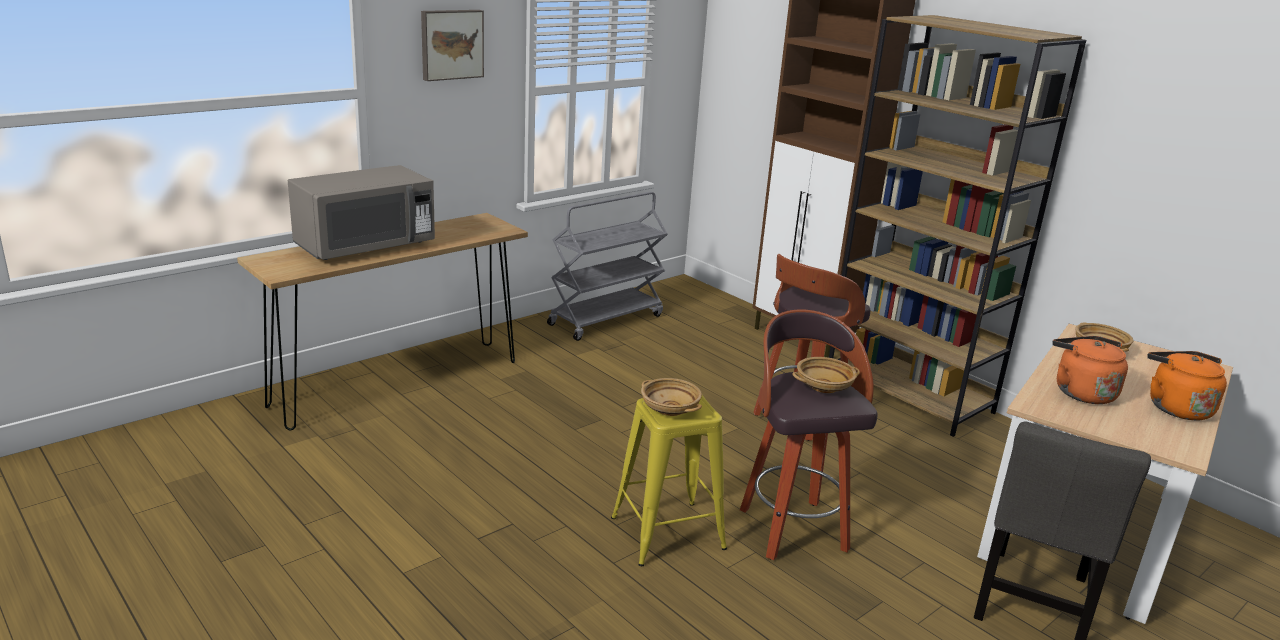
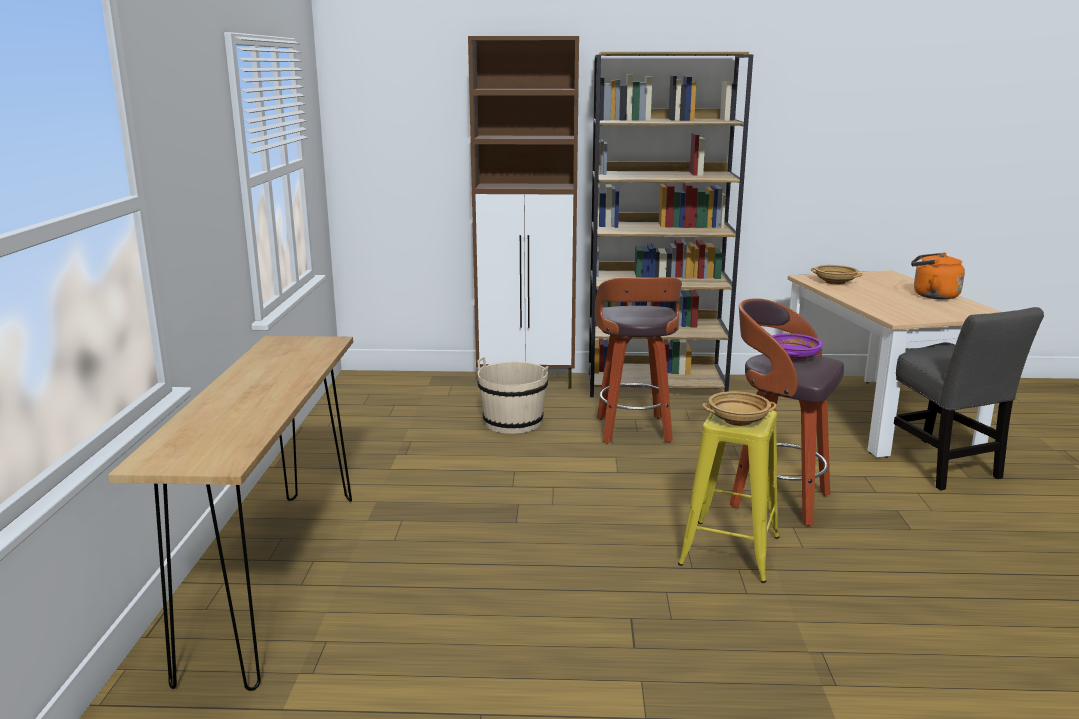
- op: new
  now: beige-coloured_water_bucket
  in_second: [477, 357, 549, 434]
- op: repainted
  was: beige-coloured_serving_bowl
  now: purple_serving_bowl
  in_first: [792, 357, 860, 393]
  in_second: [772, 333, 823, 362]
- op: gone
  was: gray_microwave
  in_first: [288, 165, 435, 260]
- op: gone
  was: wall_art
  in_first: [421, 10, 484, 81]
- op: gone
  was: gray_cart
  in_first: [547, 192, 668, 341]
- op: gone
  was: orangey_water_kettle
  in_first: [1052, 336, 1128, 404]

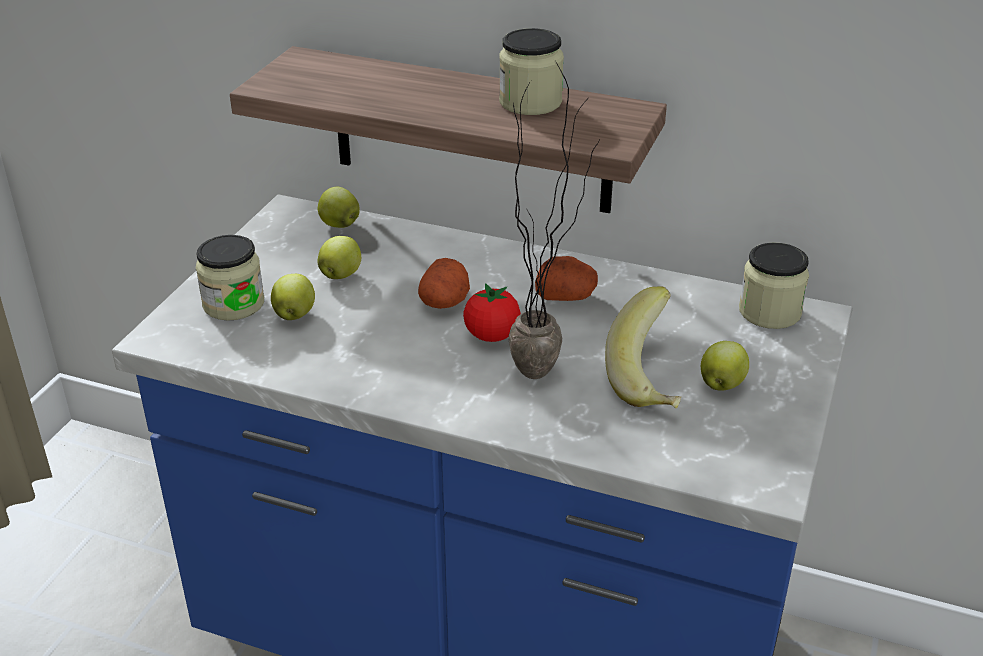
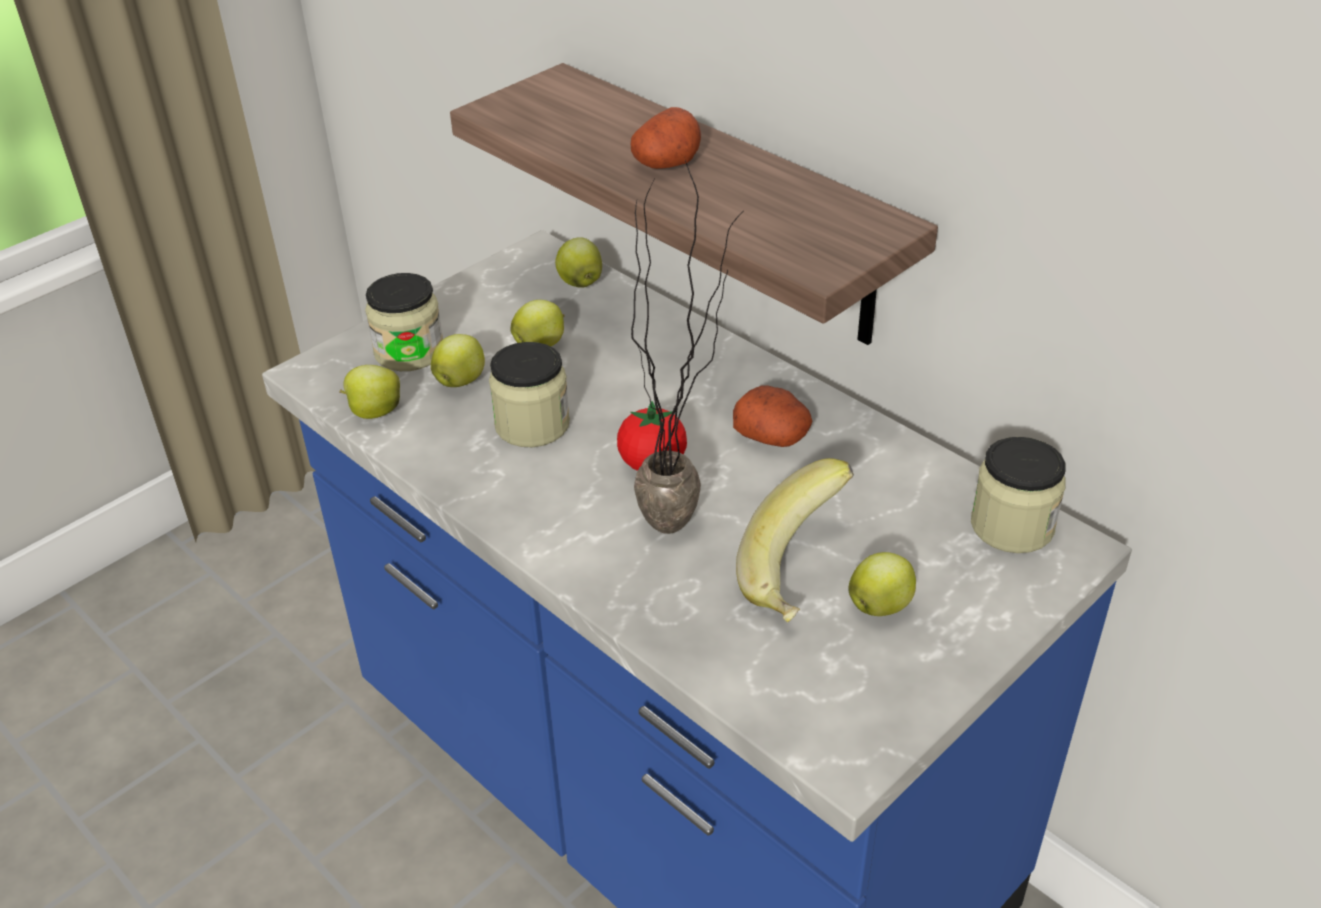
- op: new
  now: apple_fruit
  in_second: [339, 365, 400, 419]
- op: shifted
  was: preserve_jar
  in_first: [499, 28, 564, 115]
  in_second: [489, 342, 570, 447]
- op: shifted
  was: spud
  in_first: [418, 258, 470, 309]
  in_second: [631, 107, 701, 169]

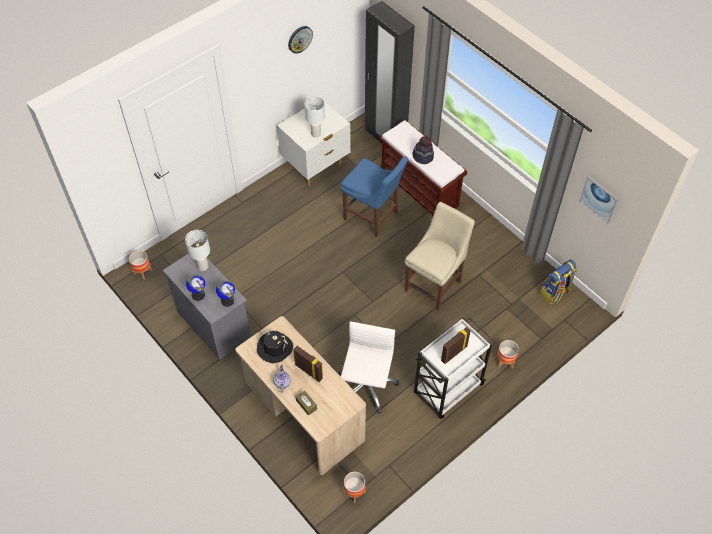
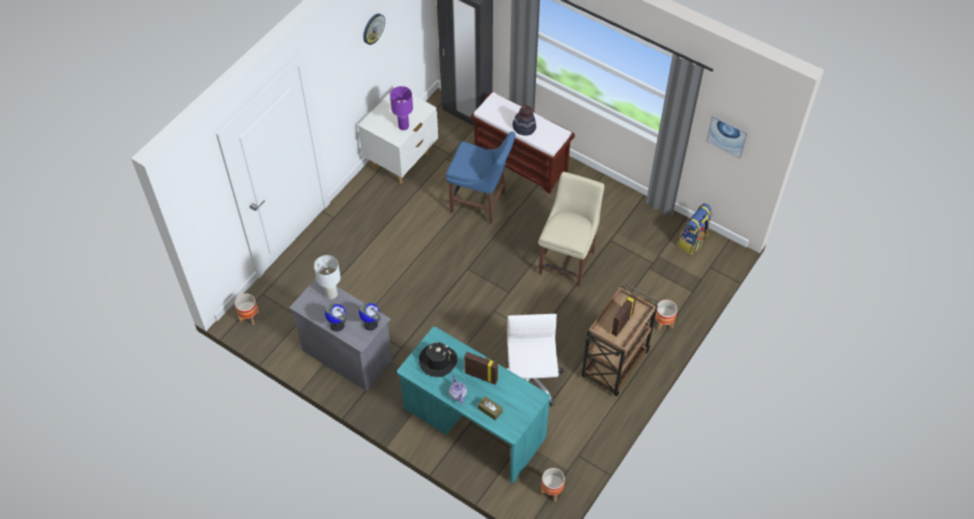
- op: repainted
  was: white-coloured_tabletop_lamp
  now: purple_tabletop_lamp
  in_first: [304, 96, 325, 138]
  in_second: [390, 86, 413, 130]
- op: repainted
  was: beige-coloured_desk_unit
  now: blue-green_desk_unit
  in_first: [235, 316, 366, 475]
  in_second: [397, 327, 550, 483]
- op: repainted
  was: white-coloured_cart
  now: brownish_cart
  in_first: [414, 317, 494, 419]
  in_second: [581, 284, 658, 396]

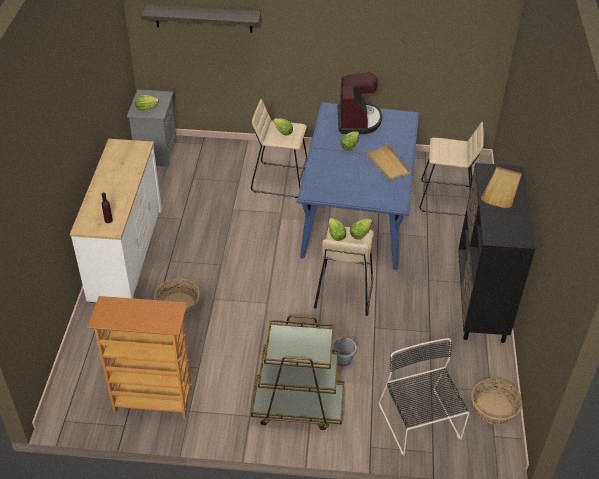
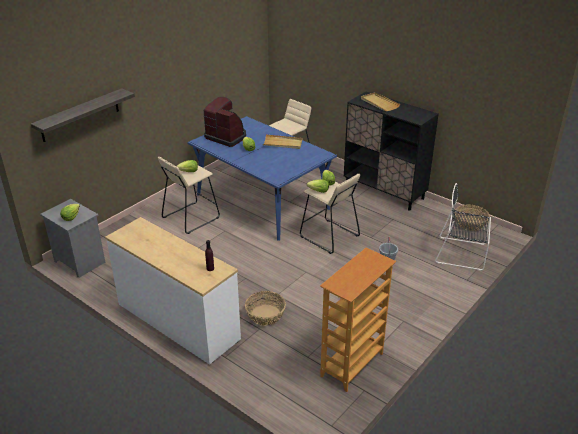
- op: gone
  was: brownish_cart
  in_first: [251, 315, 344, 430]

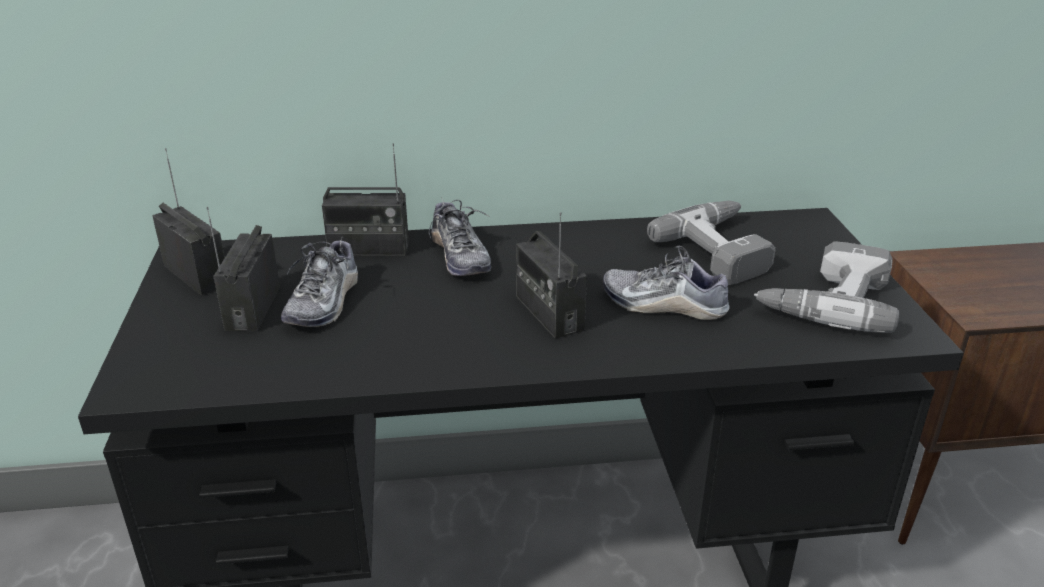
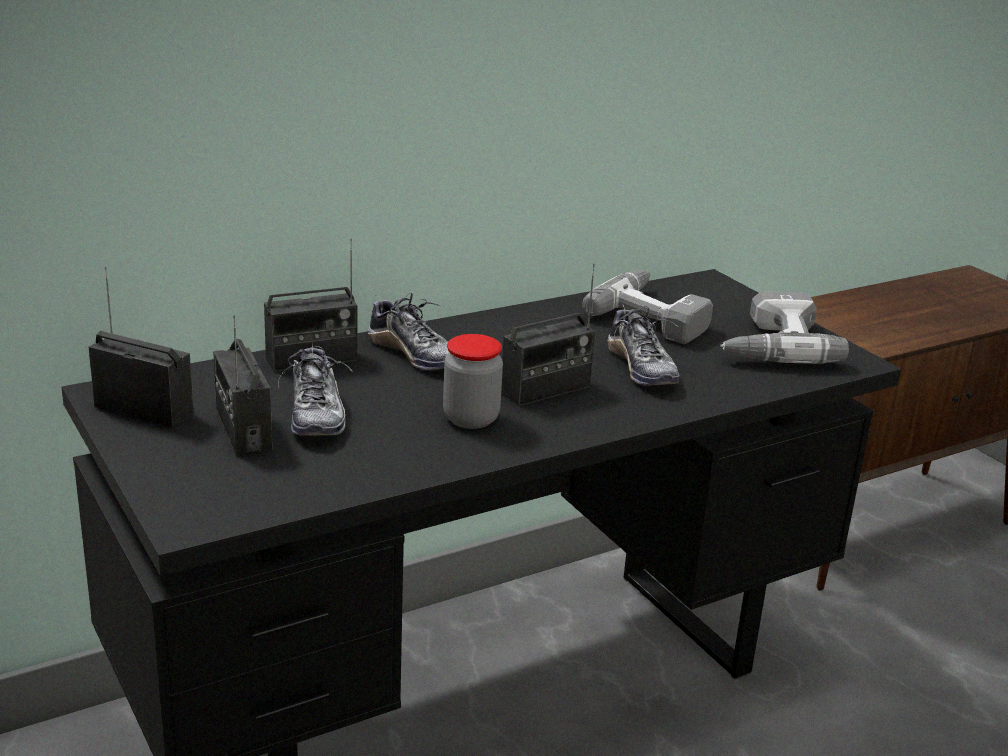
- op: new
  now: preserve_jar
  in_second: [443, 334, 503, 429]
- op: rotated
  was: radio
  in_first: [516, 212, 587, 339]
  in_second: [501, 264, 595, 406]
  clockwise: -75
- op: rotated
  was: shoe
  in_first: [603, 246, 730, 320]
  in_second: [607, 304, 679, 385]
  clockwise: -105

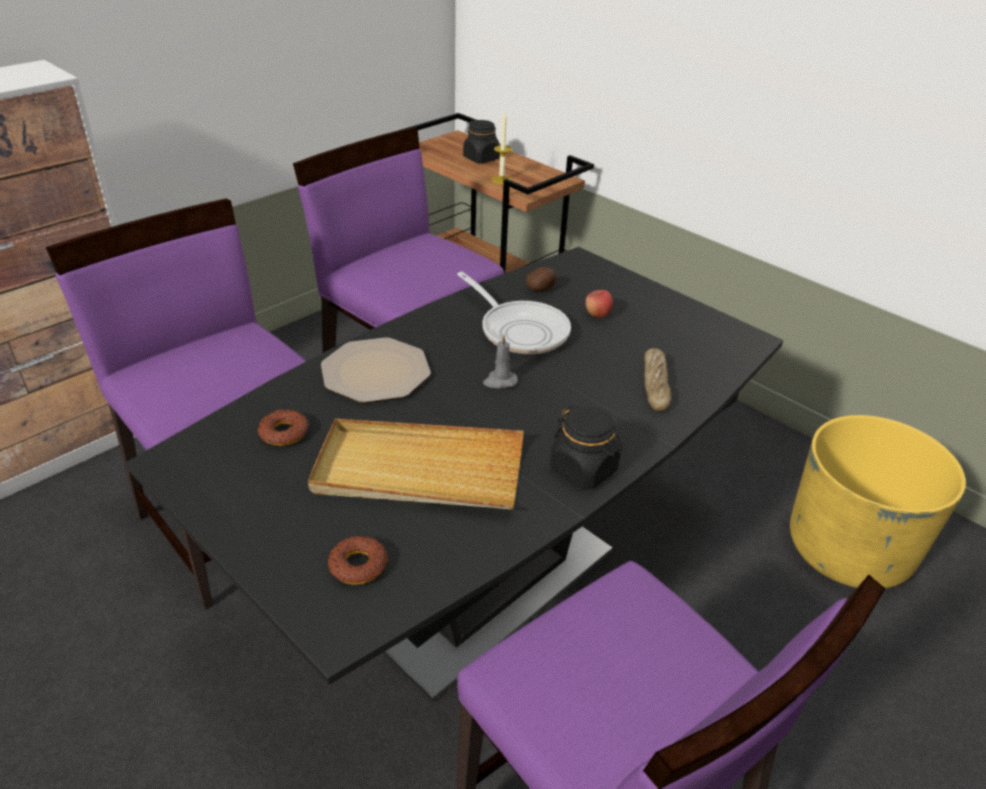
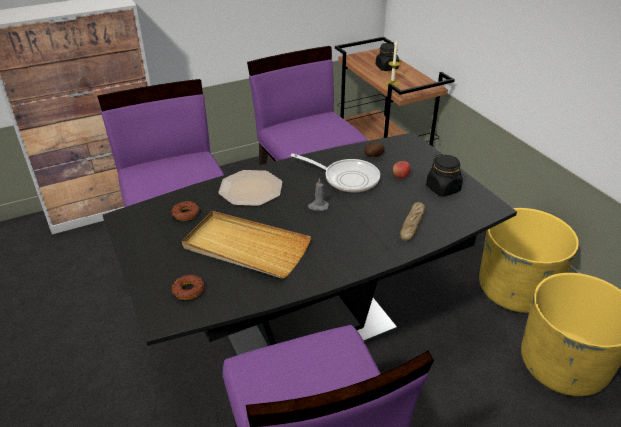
- op: rotated
  was: frying_pan
  in_first: [457, 272, 571, 354]
  in_second: [291, 153, 380, 193]
  clockwise: -45
- op: shifted
  was: black-coloured_preserve_jar
  in_first: [550, 405, 622, 490]
  in_second: [426, 154, 463, 197]
- op: new
  now: yellow-coloured_planter
  in_second: [479, 208, 579, 313]

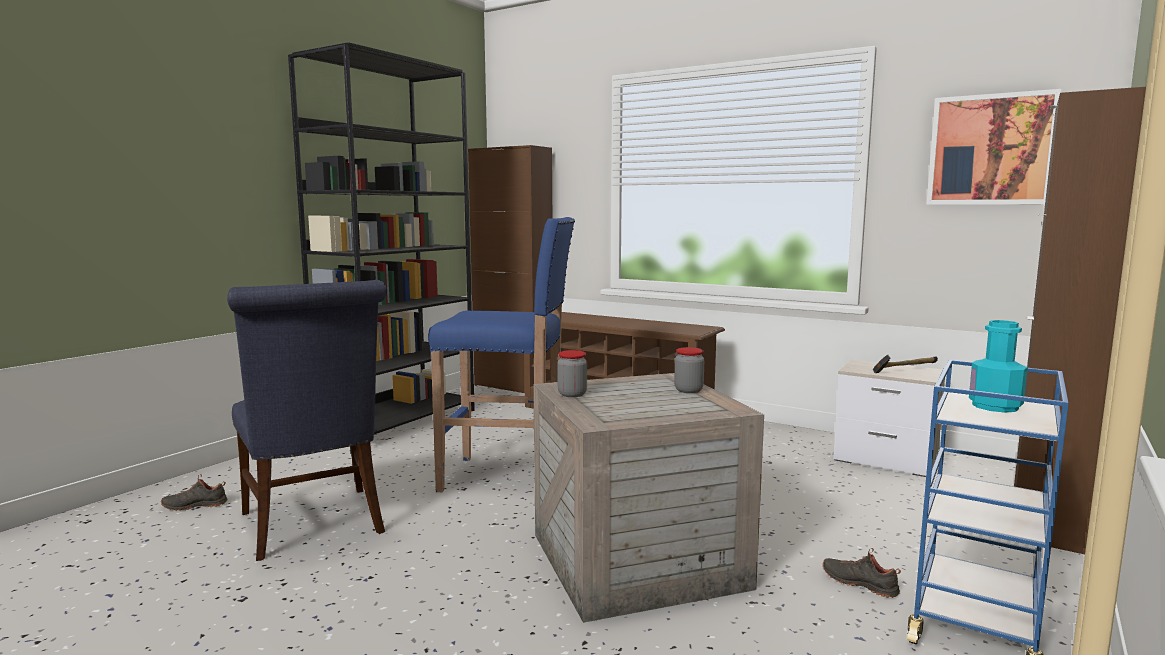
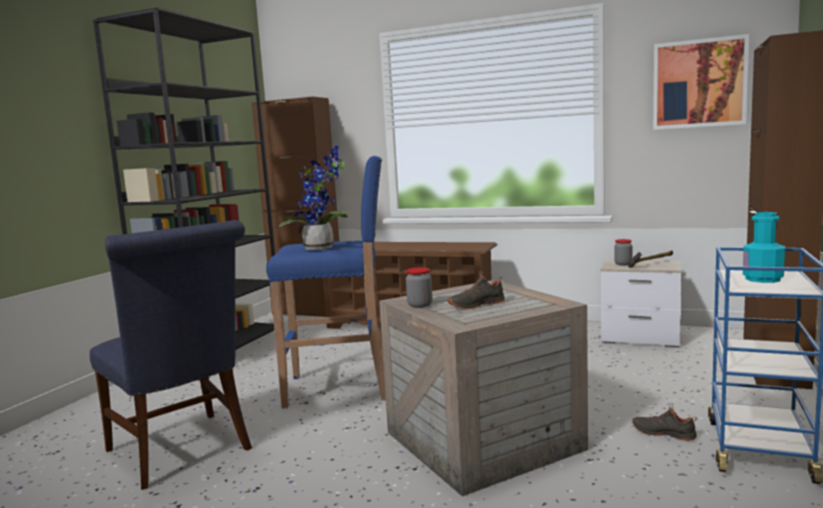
- op: new
  now: plant_in_a_pot
  in_second: [279, 145, 348, 250]
- op: shifted
  was: black-coloured_shoe
  in_first: [161, 474, 227, 511]
  in_second: [448, 271, 505, 309]
- op: shifted
  was: preserve_jar
  in_first: [674, 347, 704, 393]
  in_second: [614, 239, 632, 266]

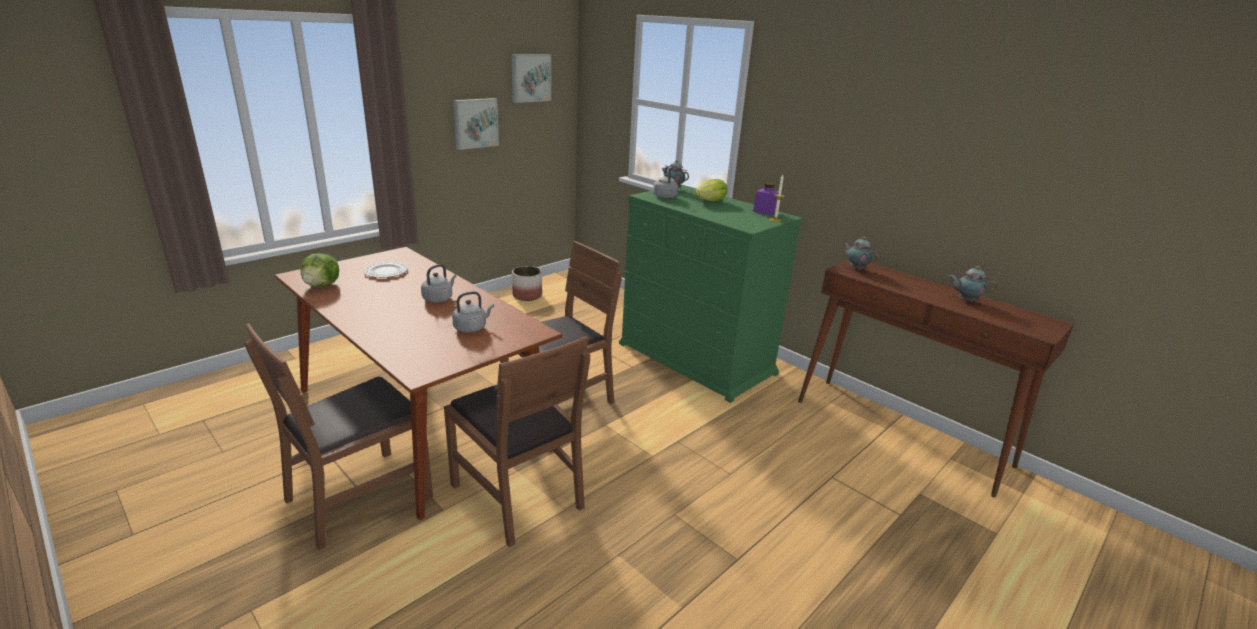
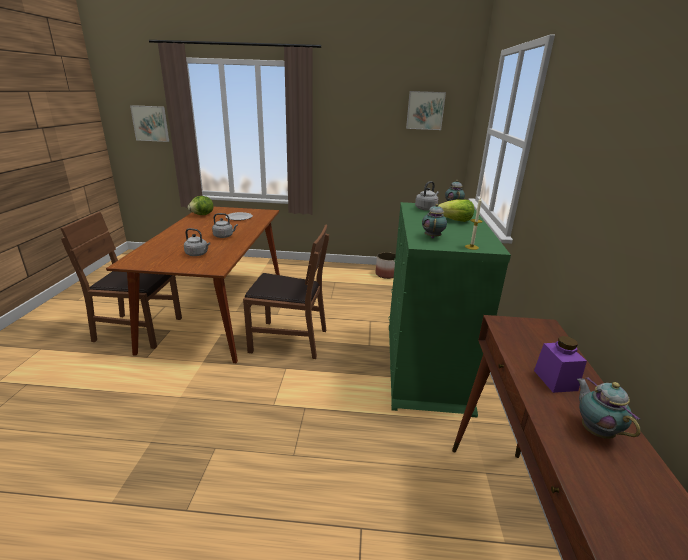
- op: shifted
  was: wall_art
  in_first: [453, 98, 499, 150]
  in_second: [130, 105, 169, 142]
- op: shifted
  was: teapot
  in_first: [844, 237, 878, 270]
  in_second: [422, 204, 447, 238]
- op: shifted
  was: purple_preserve_jar
  in_first: [753, 183, 779, 216]
  in_second: [534, 336, 587, 393]
- op: gone
  was: brownish_plain_chair
  in_first: [444, 336, 590, 547]

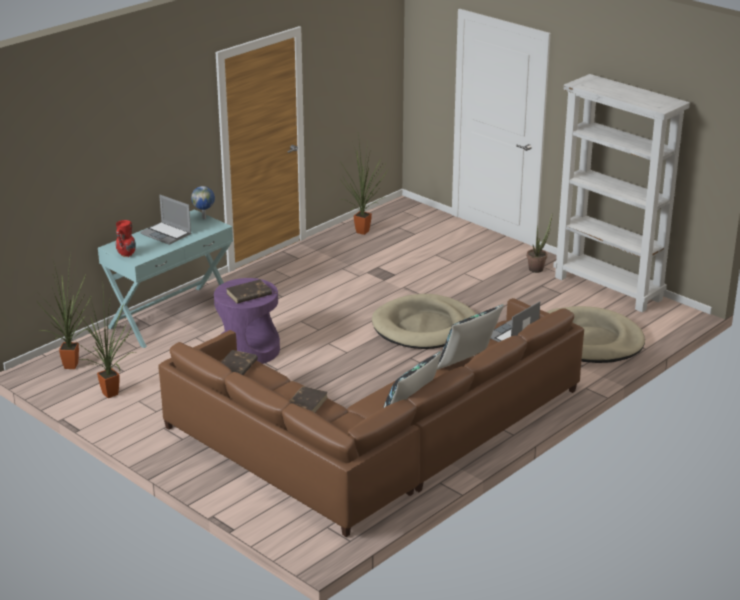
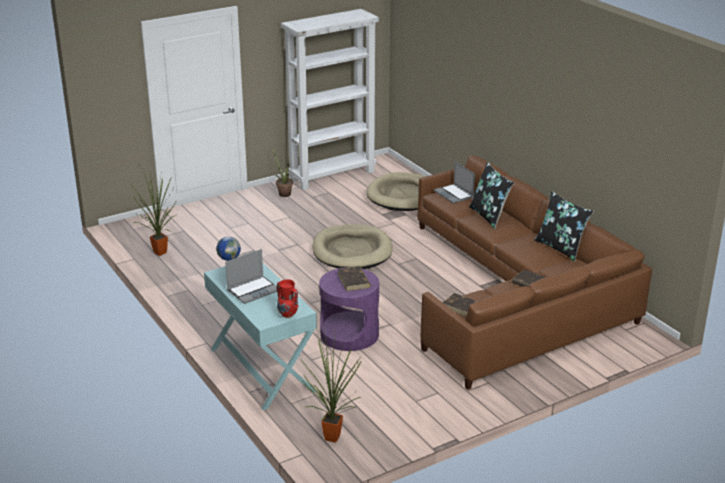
- op: gone
  was: plant_in_a_pot
  in_first: [74, 283, 135, 398]

